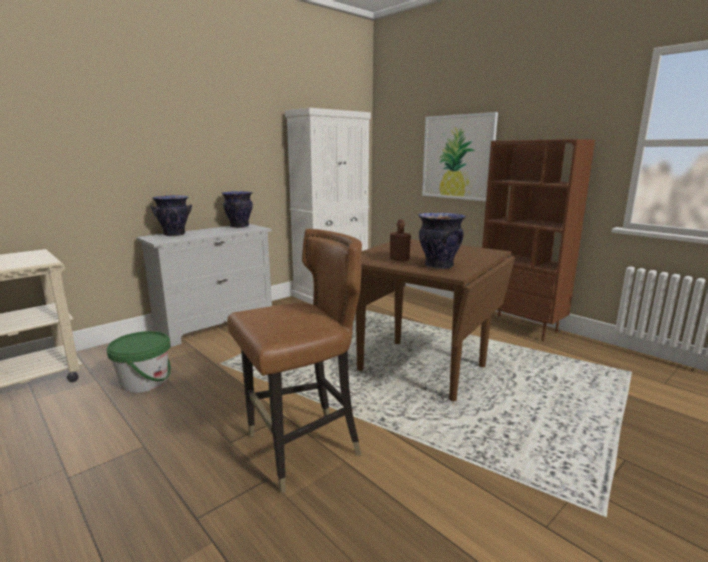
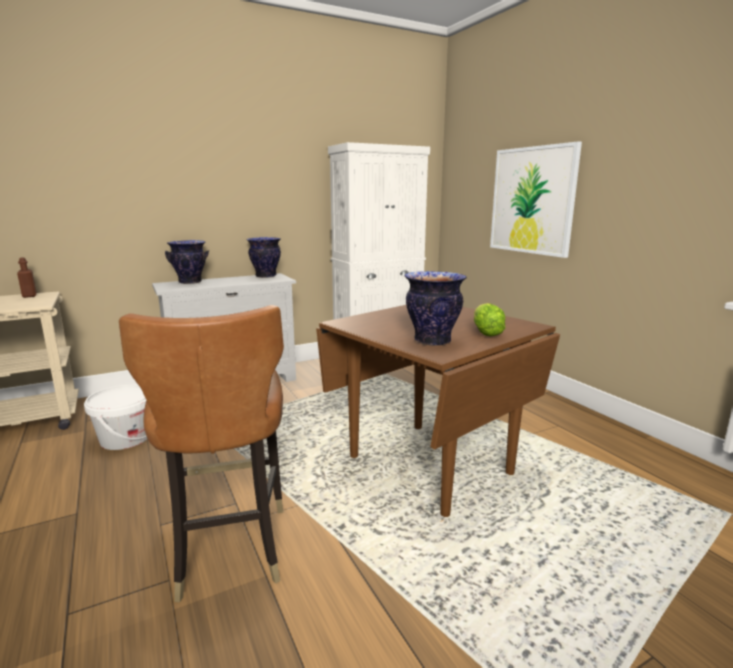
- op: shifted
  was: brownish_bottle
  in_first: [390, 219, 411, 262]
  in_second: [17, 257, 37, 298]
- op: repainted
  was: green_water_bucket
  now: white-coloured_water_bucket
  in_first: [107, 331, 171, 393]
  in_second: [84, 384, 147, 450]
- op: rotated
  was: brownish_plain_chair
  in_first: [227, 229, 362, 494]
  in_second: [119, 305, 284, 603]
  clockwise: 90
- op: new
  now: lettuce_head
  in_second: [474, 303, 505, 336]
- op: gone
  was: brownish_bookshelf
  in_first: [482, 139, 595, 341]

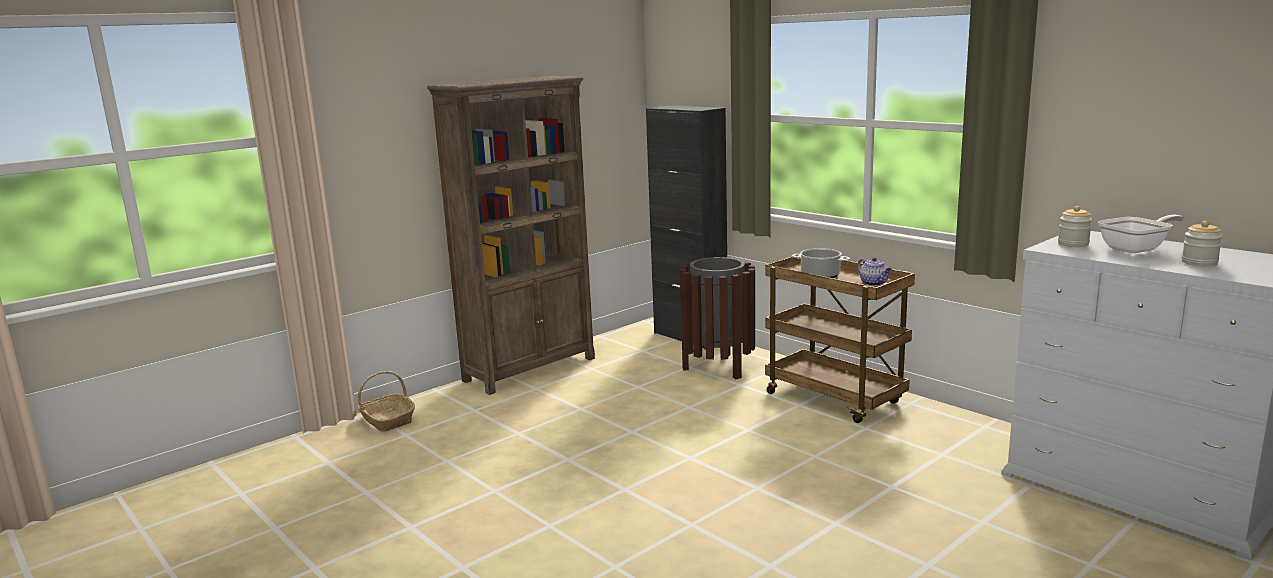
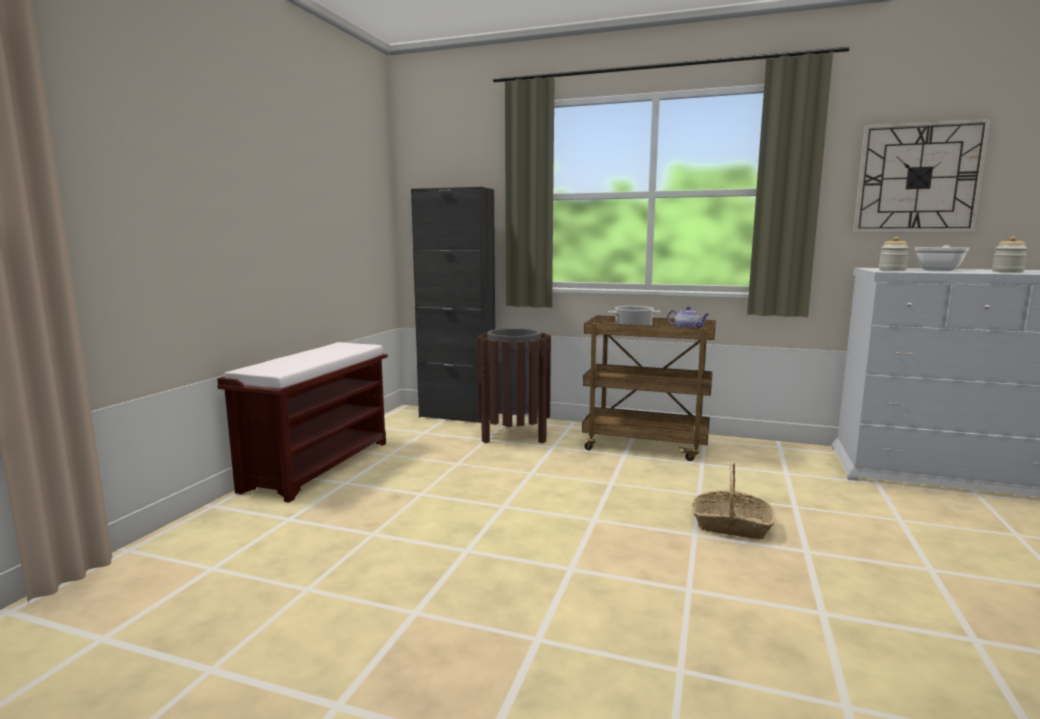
- op: swapped
  was: brownish_bookshelf
  now: brownish_bench
  in_first: [427, 76, 595, 395]
  in_second: [217, 342, 388, 502]
- op: shifted
  was: household_basket
  in_first: [358, 371, 415, 431]
  in_second: [692, 462, 776, 539]
- op: new
  now: clock_on_the_wall
  in_second: [853, 118, 992, 233]

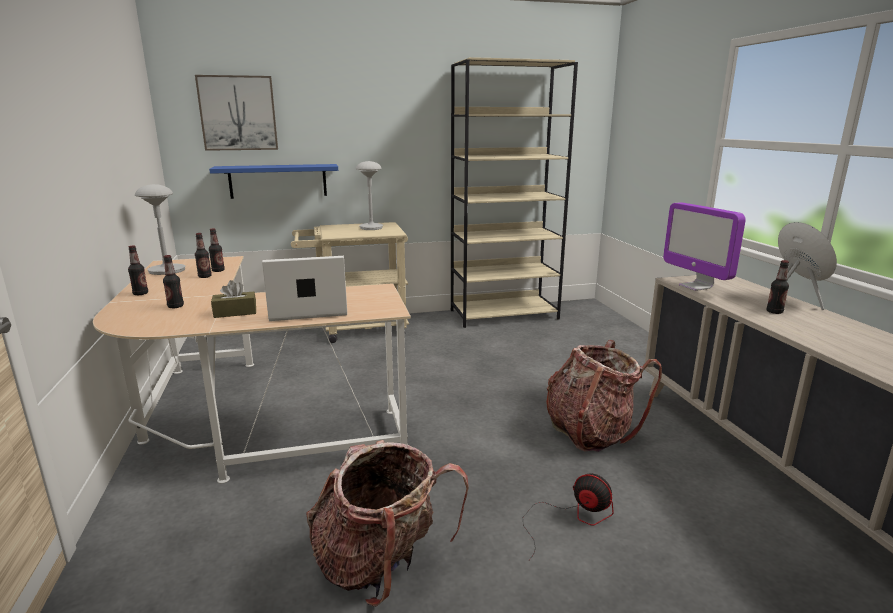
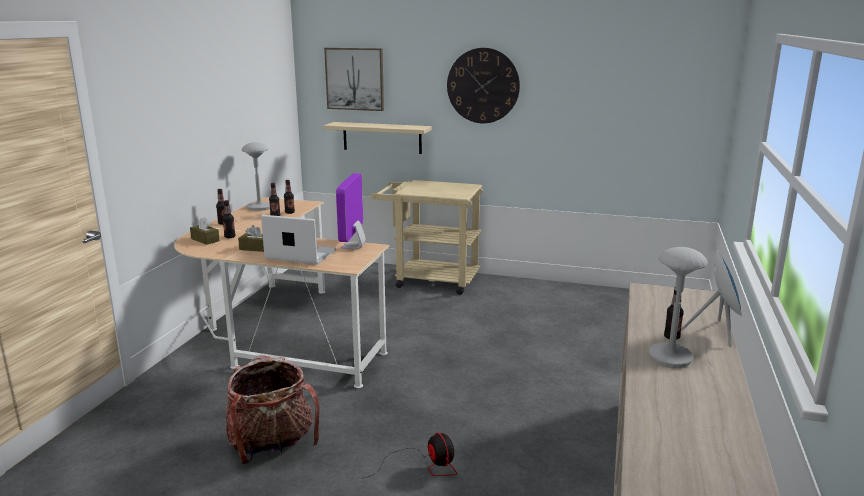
- op: new
  now: brownish_tissue_holder
  in_second: [190, 217, 220, 245]
- op: repainted
  was: blue_shelf
  now: beige-coloured_shelf
  in_first: [209, 164, 338, 199]
  in_second: [323, 122, 432, 154]
- op: shifted
  was: monitor
  in_first: [663, 202, 746, 291]
  in_second: [336, 173, 366, 249]
- op: new
  now: clock_on_the_wall
  in_second: [447, 48, 520, 123]
- op: shifted
  was: gray_tabletop_lamp
  in_first: [356, 161, 383, 230]
  in_second: [649, 247, 708, 368]
- op: gone
  was: beige-coloured_bookshelf
  in_first: [451, 57, 578, 328]
- op: gone
  was: knapsack
  in_first: [546, 340, 662, 452]

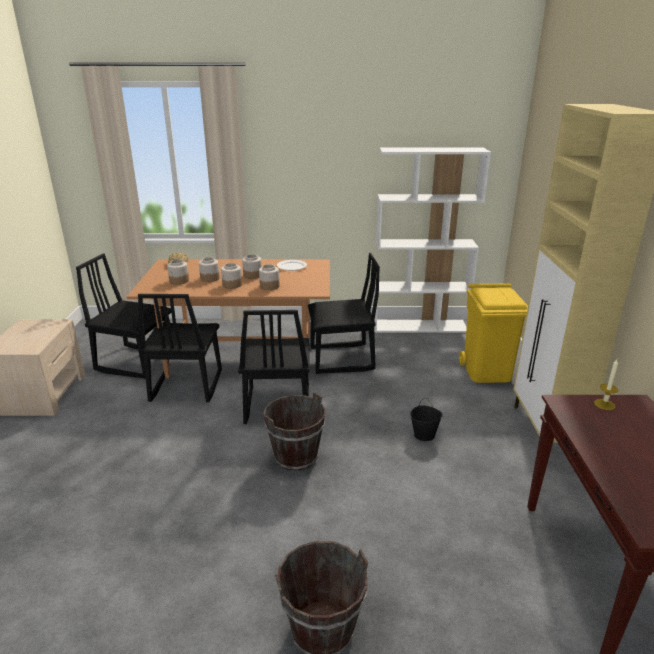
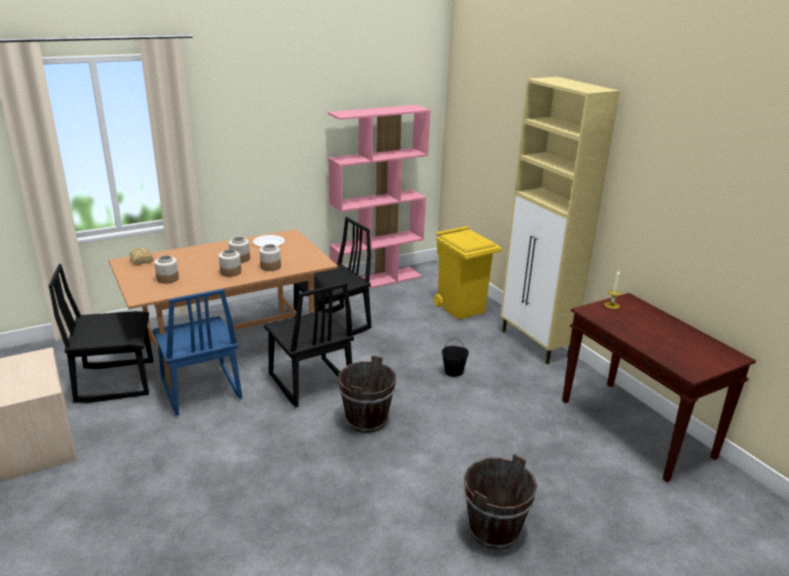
- op: repainted
  was: black-coloured_plain_chair
  now: blue_plain_chair
  in_first: [138, 294, 222, 403]
  in_second: [152, 289, 242, 416]
- op: repainted
  was: white-coloured_bookshelf
  now: pink_bookshelf
  in_first: [373, 148, 491, 333]
  in_second: [328, 105, 431, 289]
- op: gone
  was: preserve_jar
  in_first: [199, 257, 220, 282]

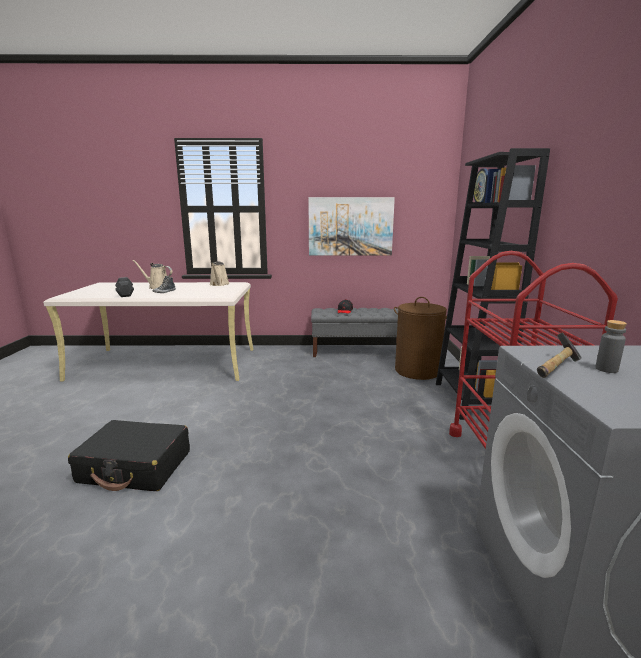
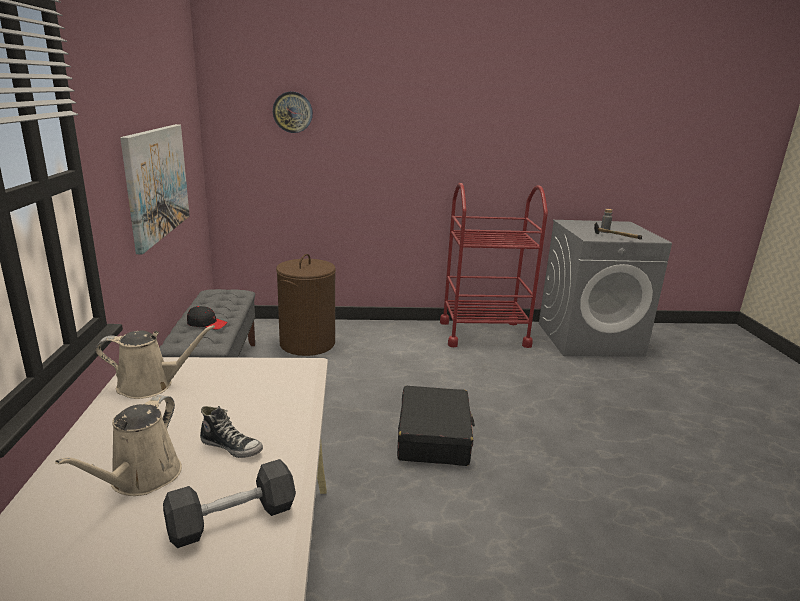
- op: shifted
  was: black-coloured_piece_of_luggage
  in_first: [68, 420, 190, 491]
  in_second: [397, 386, 475, 466]
- op: gone
  was: black-coloured_bookshelf
  in_first: [436, 148, 550, 420]

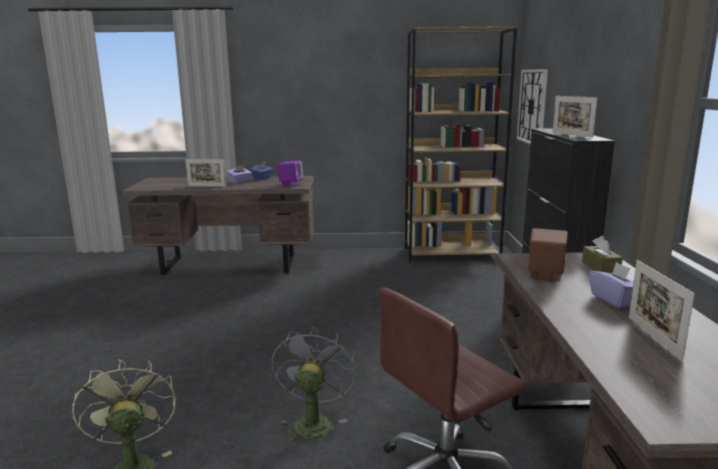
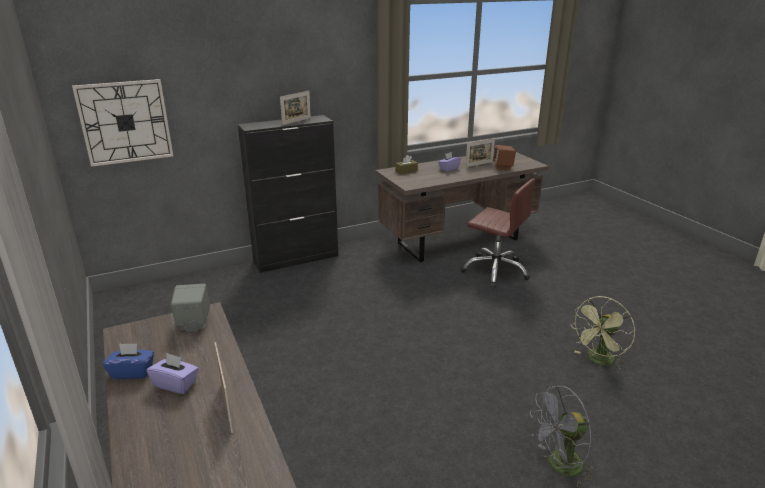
- op: repainted
  was: purple_audio_speaker
  now: gray_audio_speaker
  in_first: [277, 160, 303, 187]
  in_second: [171, 284, 210, 332]
- op: shifted
  was: brownish_audio_speaker
  in_first: [528, 228, 568, 281]
  in_second: [492, 145, 516, 170]
- op: shifted
  was: gray_cooling_fan
  in_first: [272, 326, 355, 446]
  in_second: [530, 385, 595, 486]
- op: gone
  was: brownish_bookshelf
  in_first: [405, 26, 517, 263]

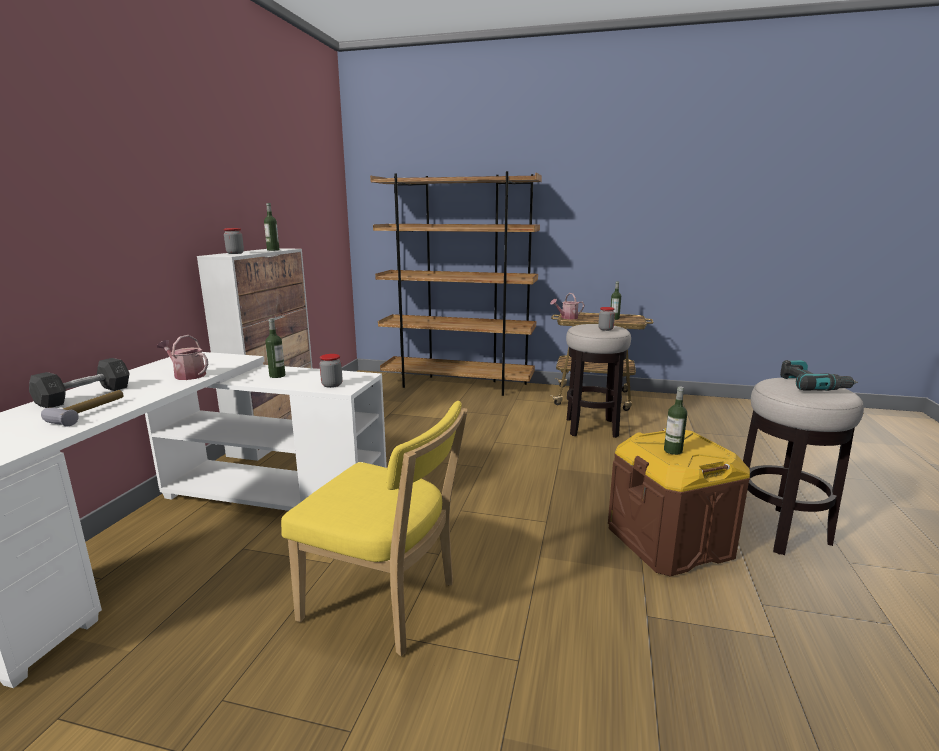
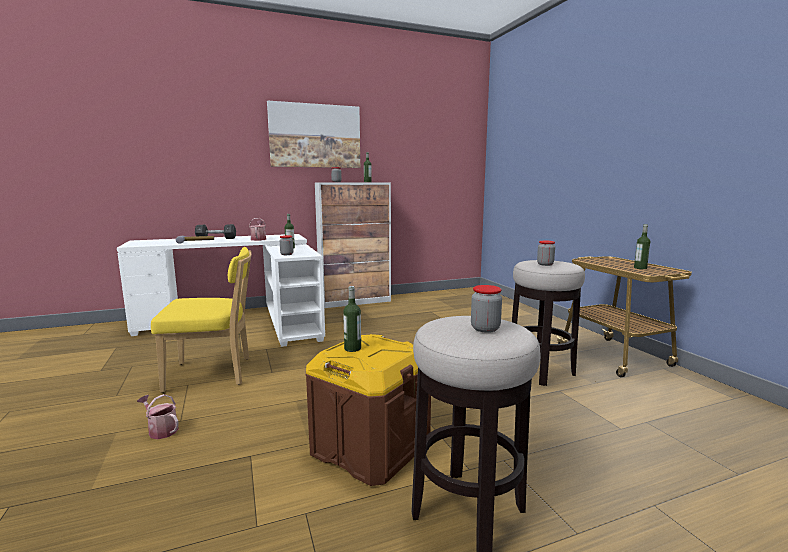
- op: shifted
  was: watering_pot
  in_first: [550, 293, 584, 319]
  in_second: [137, 394, 179, 439]
- op: rotated
  was: yellow-coloured_plain_chair
  in_first: [281, 401, 468, 656]
  in_second: [151, 247, 252, 393]
  clockwise: -90
- op: new
  now: wall_art
  in_second: [267, 100, 360, 168]
- op: swapped
  was: electric_drill
  now: preserve_jar
  in_first: [780, 360, 858, 391]
  in_second: [471, 285, 502, 333]
- op: gone
  was: brownish_bookshelf
  in_first: [370, 171, 542, 396]

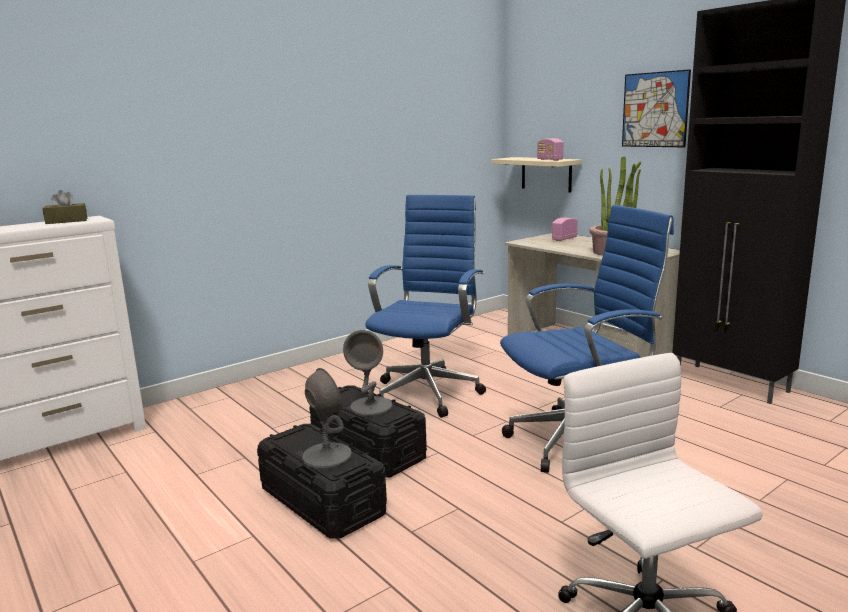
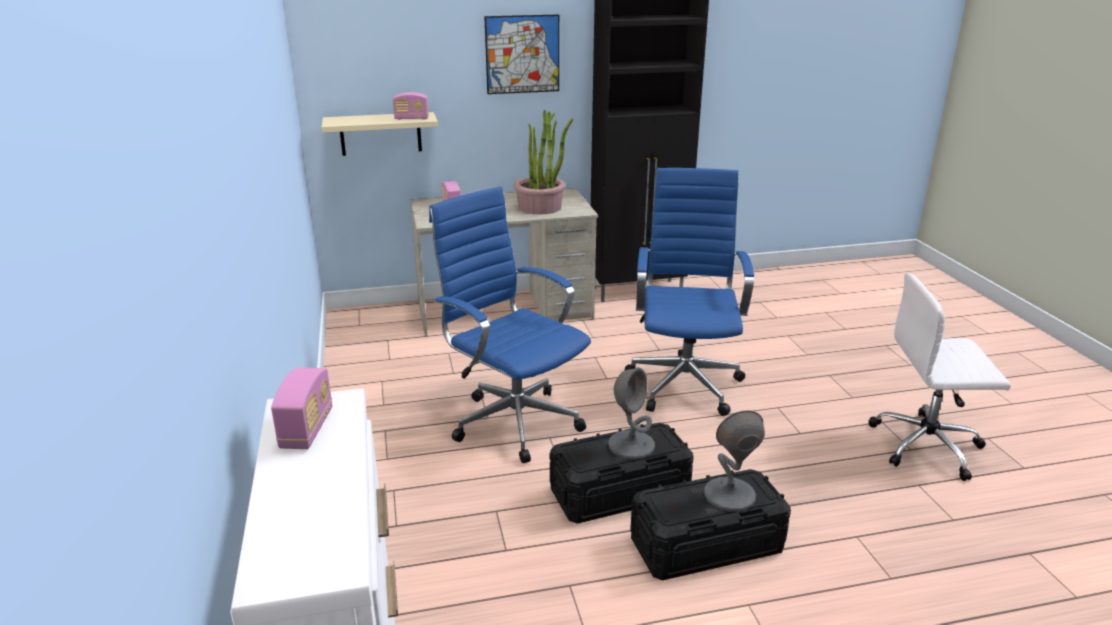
- op: swapped
  was: brownish_tissue_holder
  now: radio
  in_first: [42, 190, 87, 224]
  in_second: [271, 367, 332, 449]

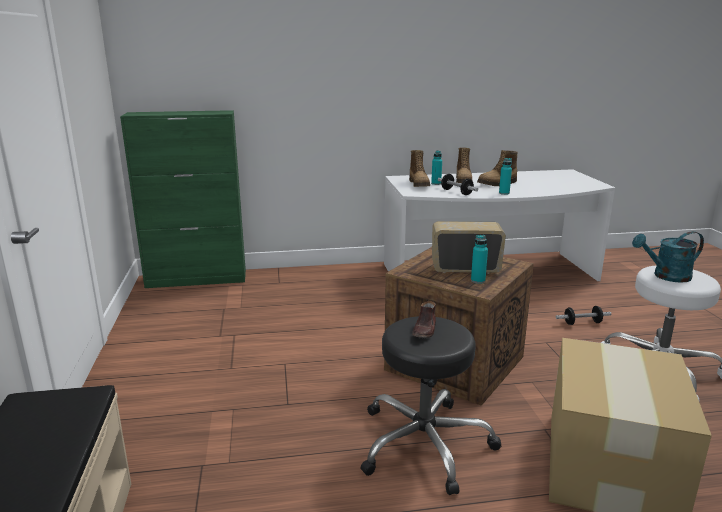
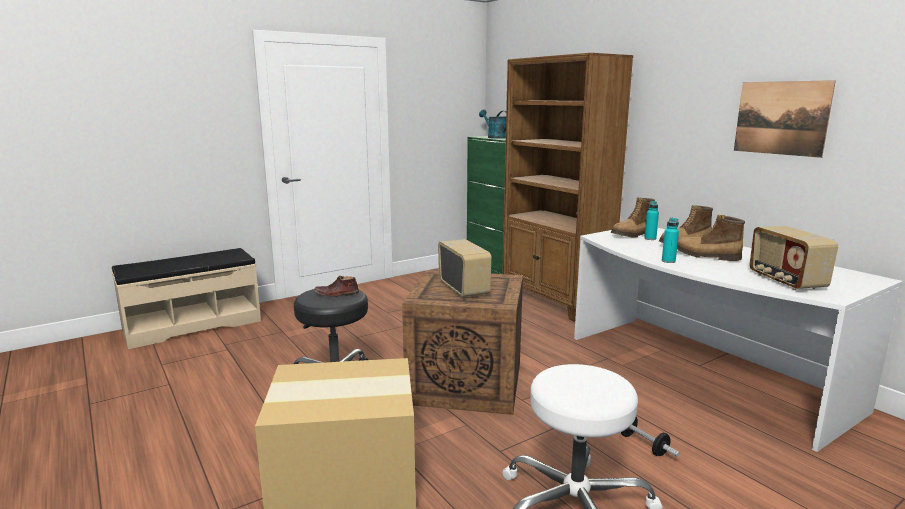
- op: shifted
  was: blue-green_watering_pot
  in_first: [632, 231, 704, 283]
  in_second: [479, 110, 506, 139]
- op: new
  now: brownish_bookshelf
  in_second: [502, 53, 633, 322]
- op: new
  now: wall_art
  in_second: [734, 80, 836, 158]
- op: new
  now: radio
  in_second: [749, 226, 838, 290]
- op: gone
  was: hand_weight
  in_first: [438, 174, 478, 195]
- op: gone
  was: blue-green_bottle
  in_first: [471, 235, 488, 284]

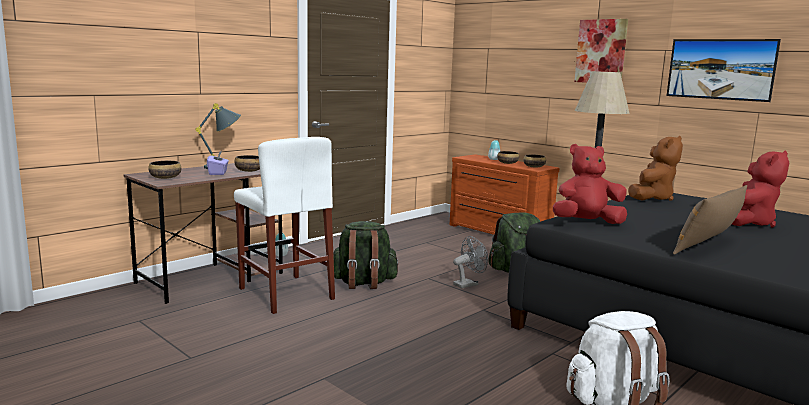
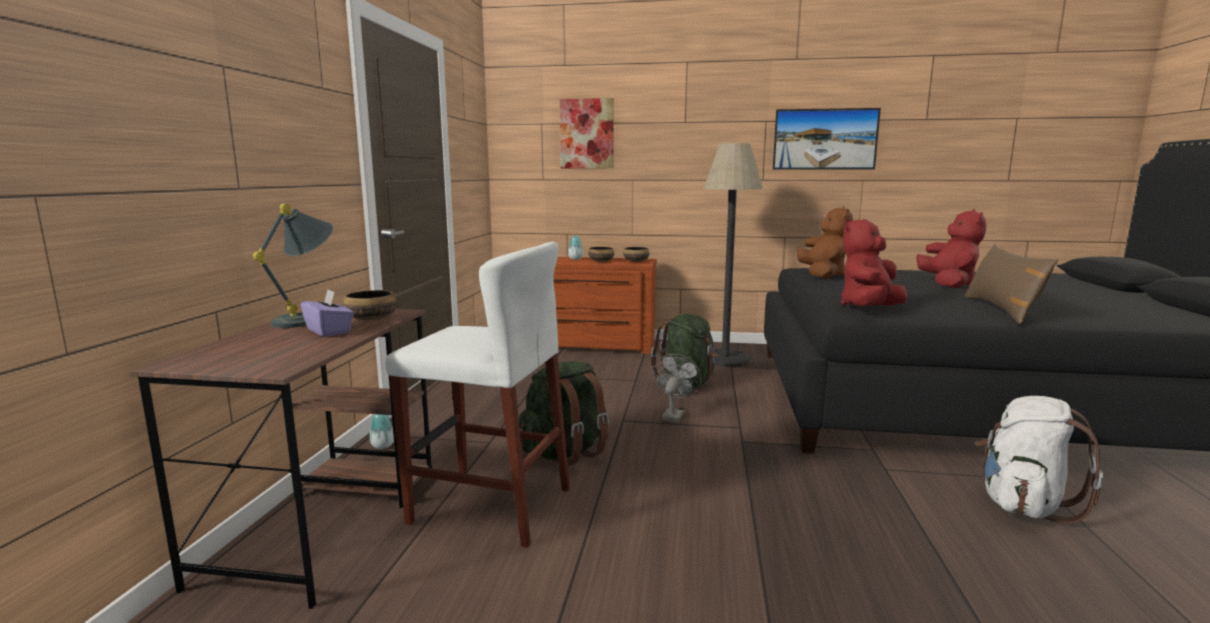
- op: shifted
  was: wall_art
  in_first: [574, 19, 628, 83]
  in_second: [560, 98, 614, 168]
- op: gone
  was: serving_bowl
  in_first: [148, 161, 181, 179]

